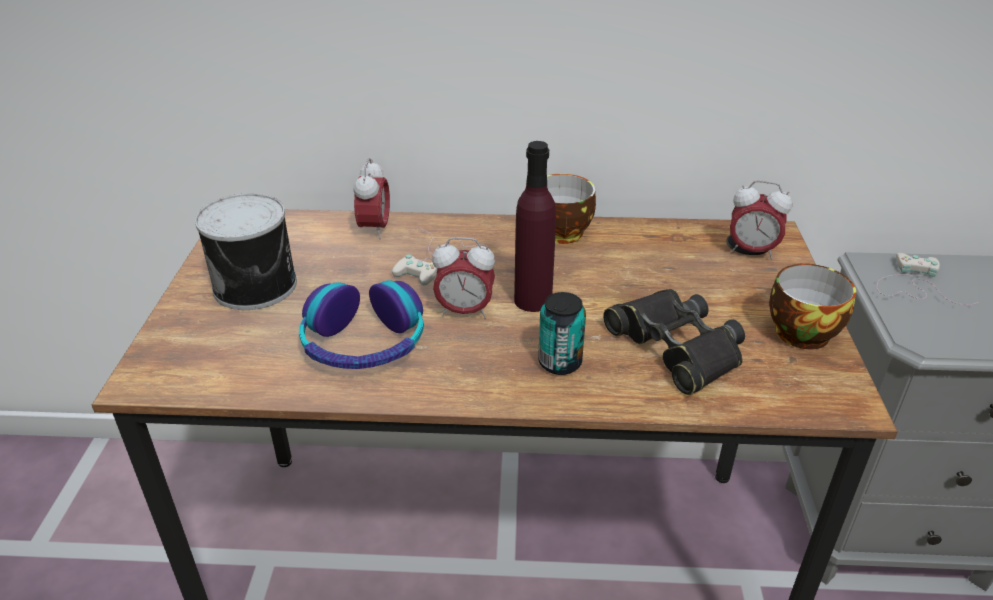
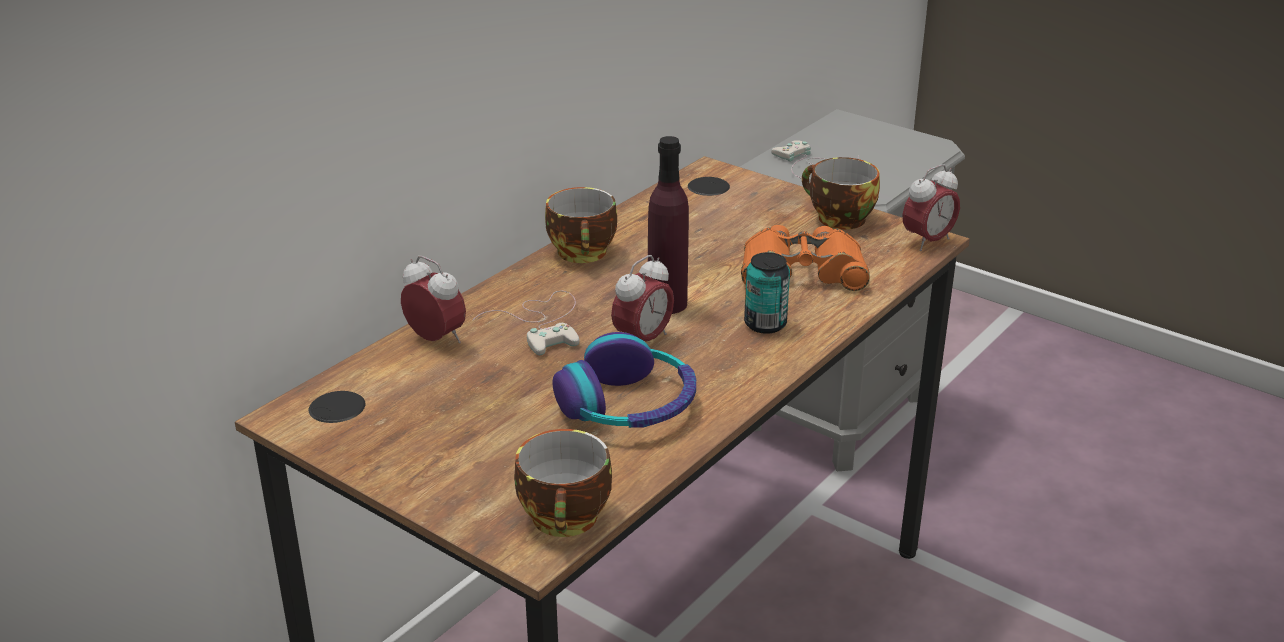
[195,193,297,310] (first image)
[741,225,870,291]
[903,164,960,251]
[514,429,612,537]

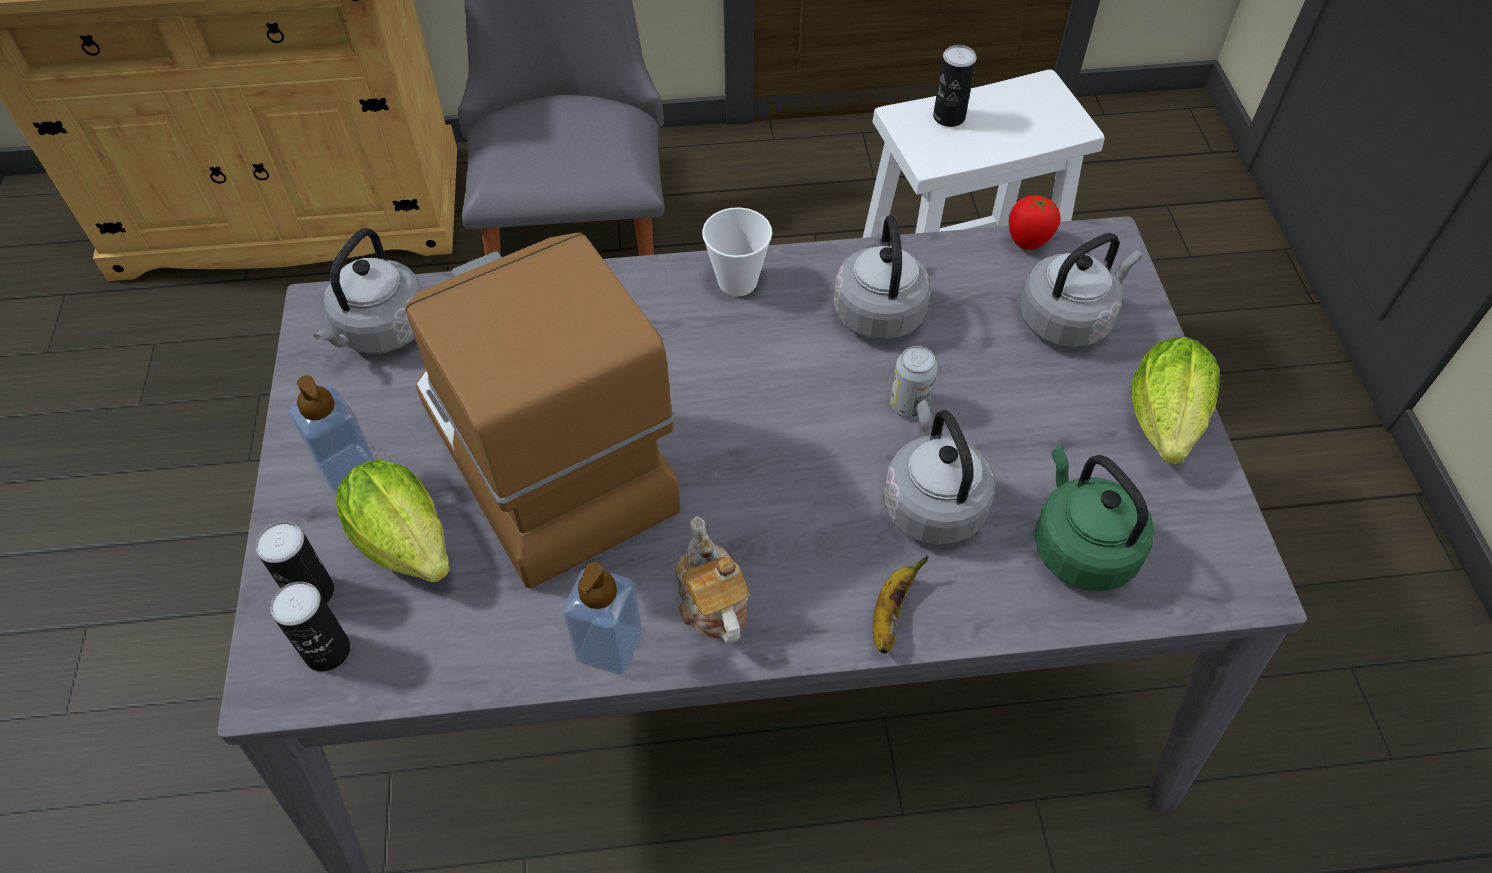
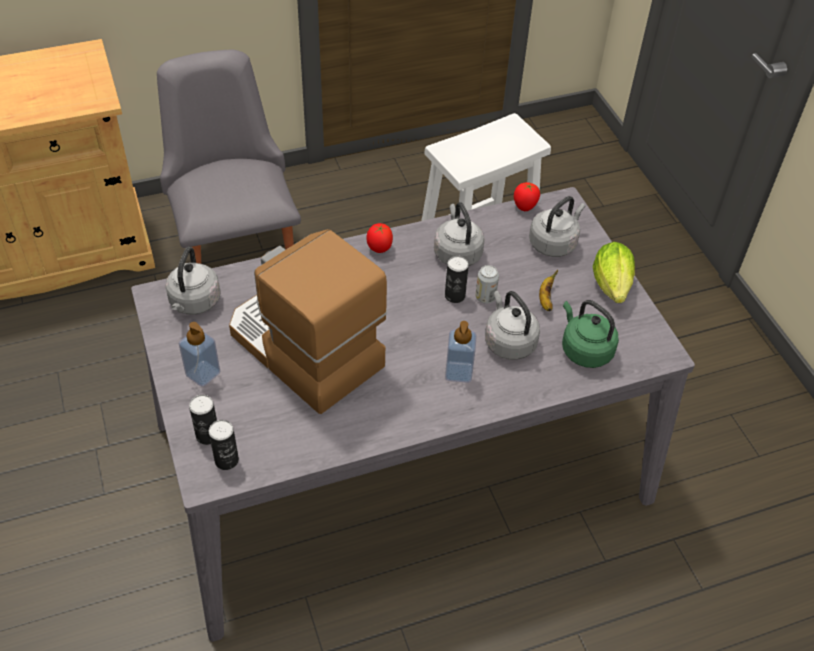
[336,460,450,582] (first image)
[445,321,477,383]
[676,516,749,643] (first image)
[367,223,393,253]
[539,270,558,311]
[445,256,469,303]

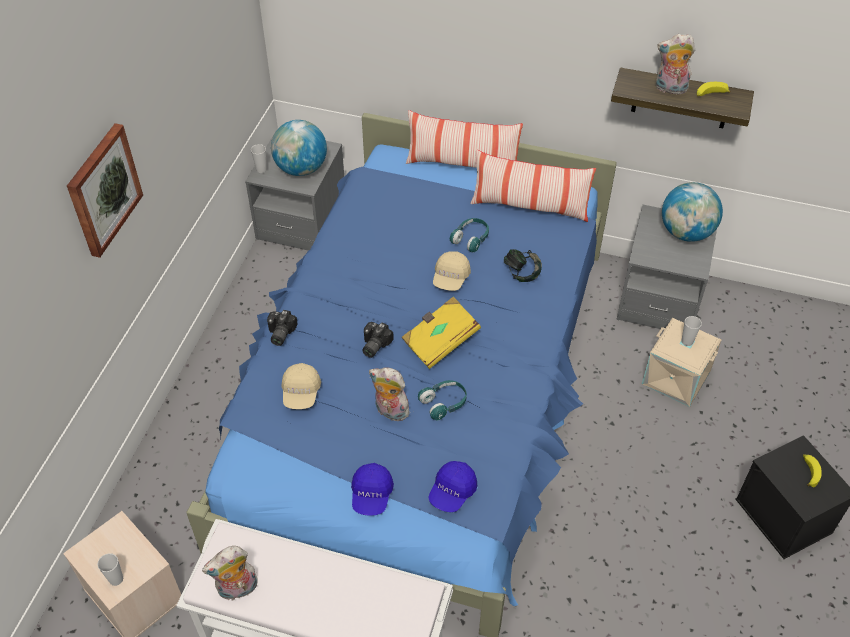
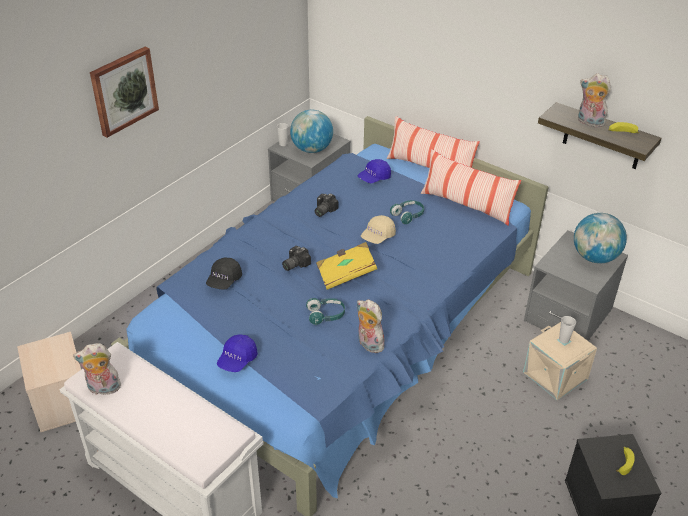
[97,553,123,586] (first image)
[315,193,339,217]
[206,257,242,290]
[357,299,384,353]
[357,159,391,183]
[504,249,542,282] (first image)

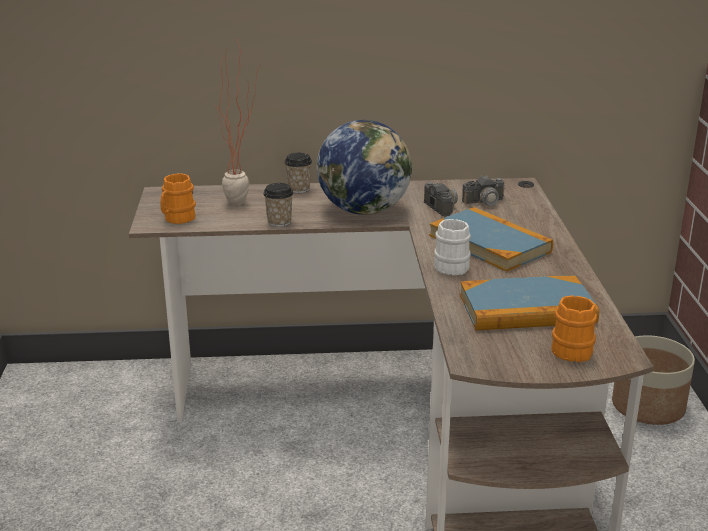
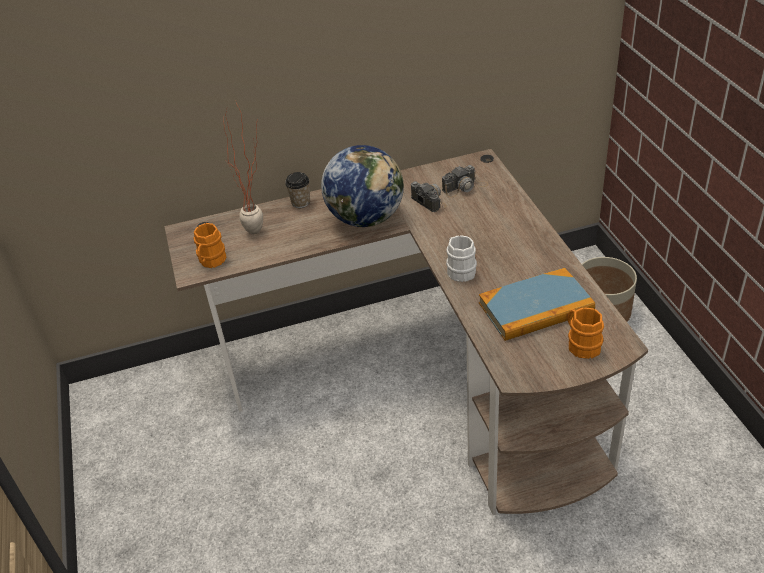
[263,183,293,227] (first image)
[429,207,553,272] (first image)

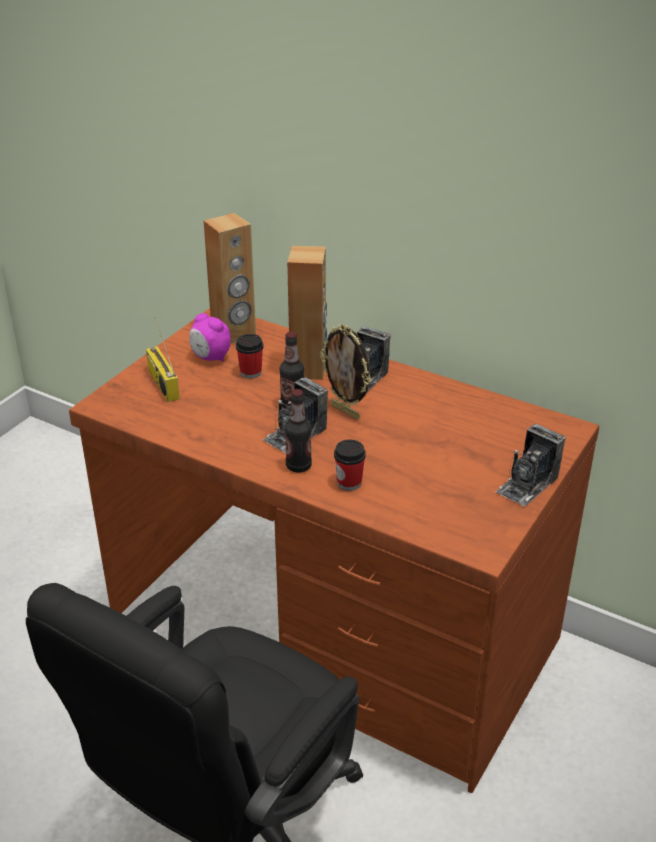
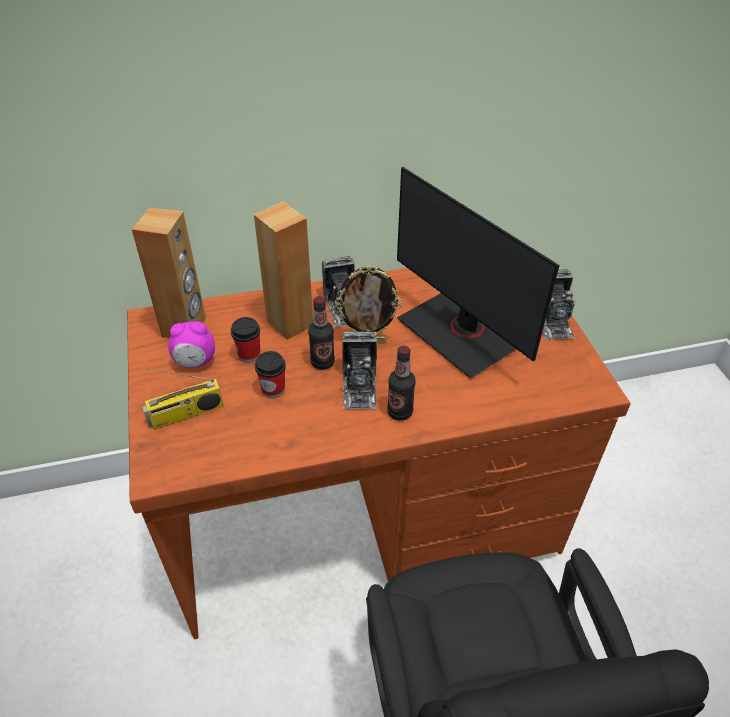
[142,368,224,429]
[255,351,286,398]
[397,167,560,378]

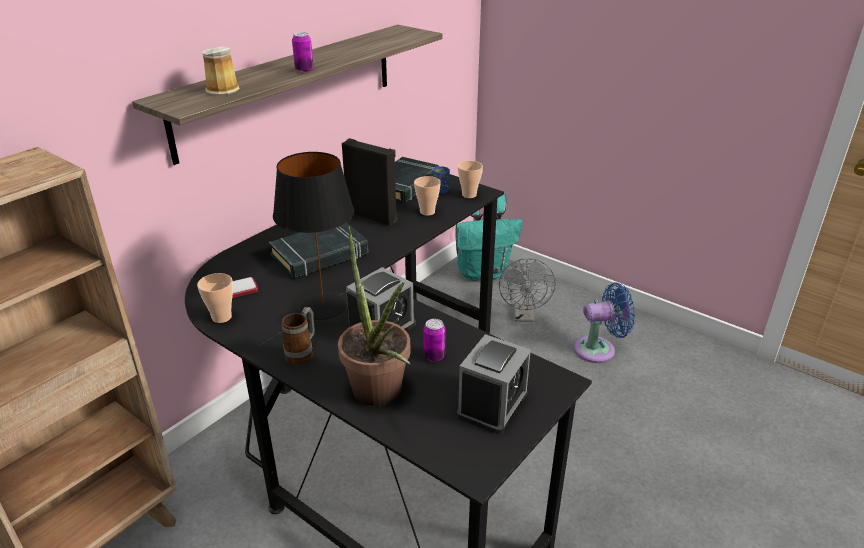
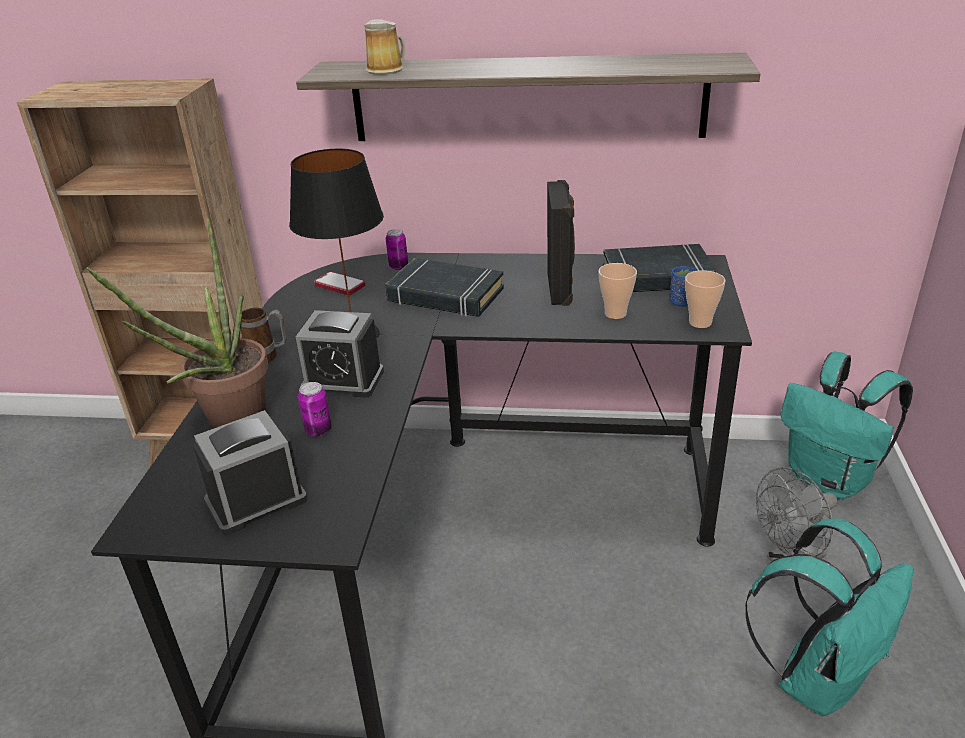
[197,273,233,323] (first image)
[386,229,408,270]
[193,410,307,535]
[745,518,914,716]

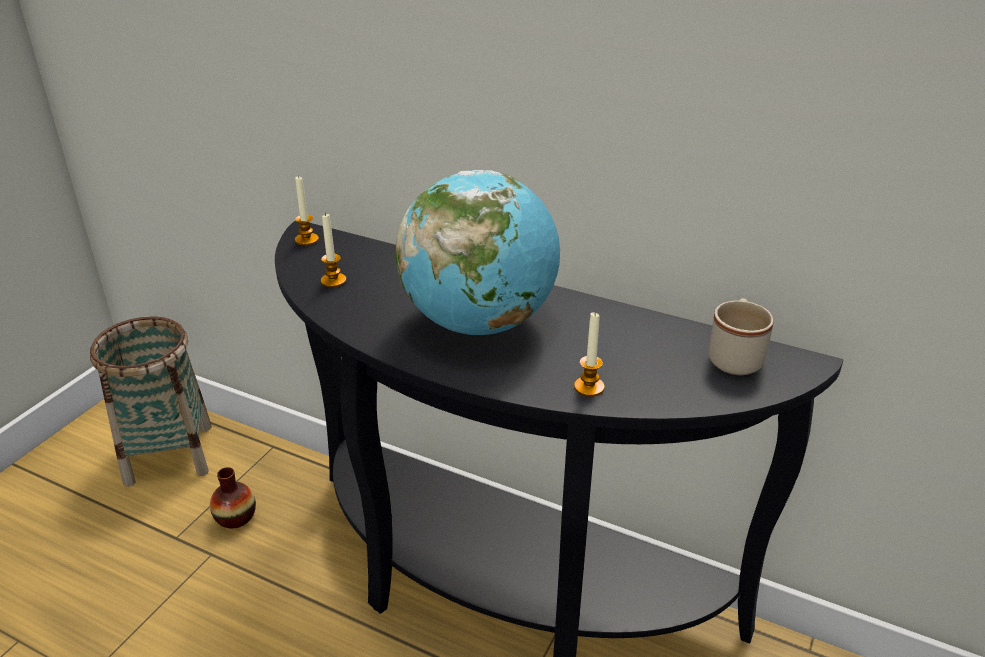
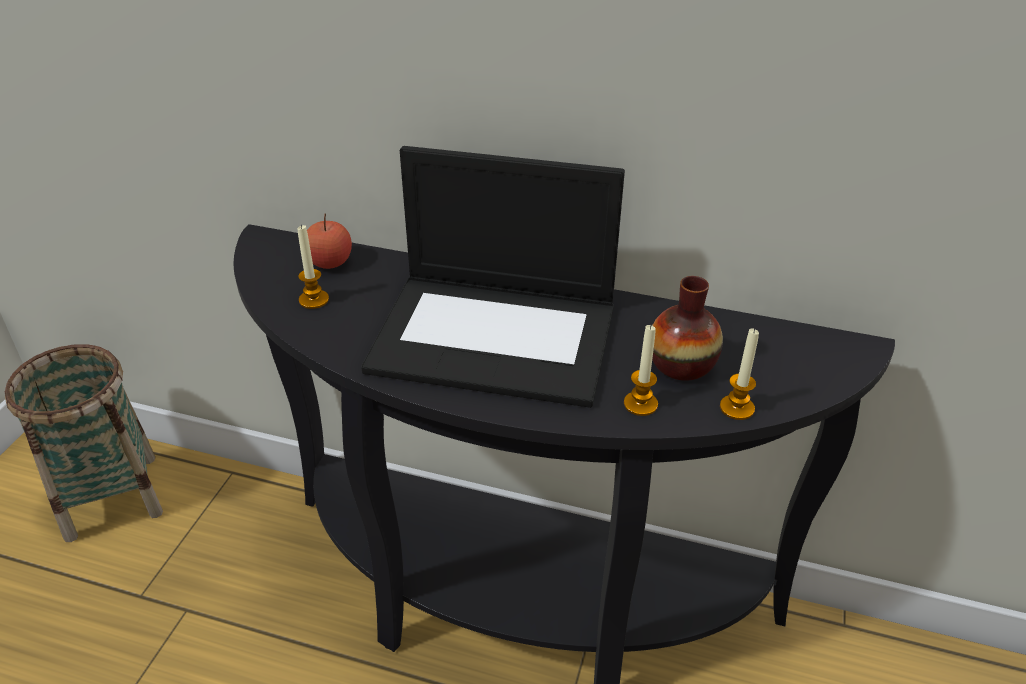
[652,276,723,381]
[720,328,759,420]
[361,146,625,408]
[709,298,774,375] (first image)
[307,214,352,269]

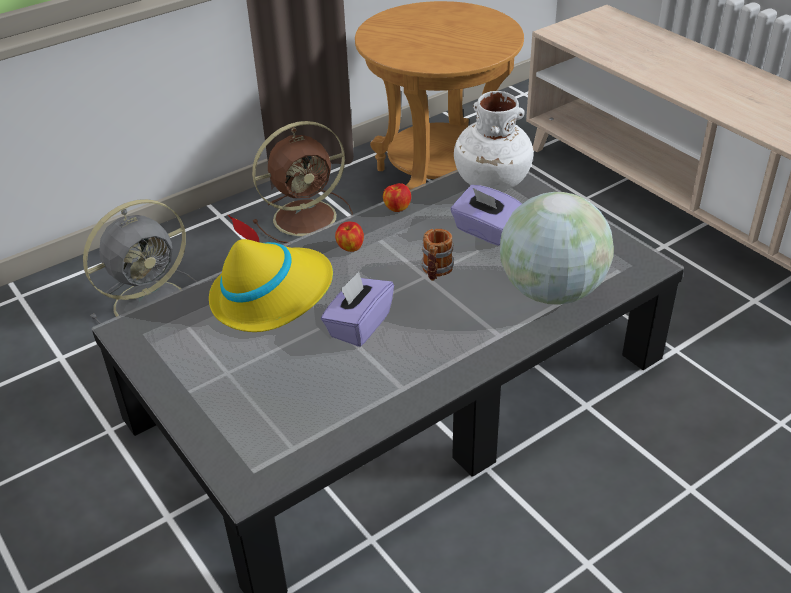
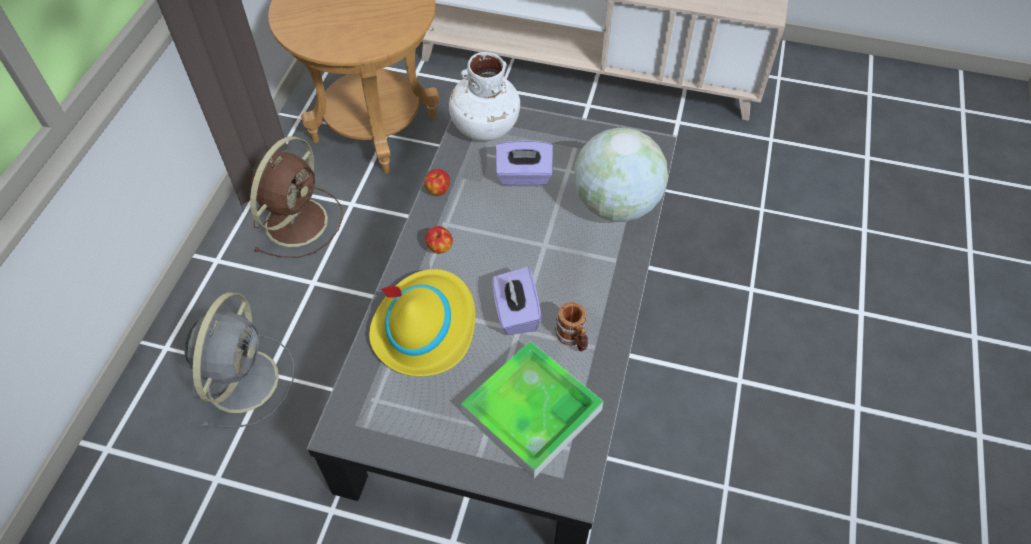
[554,302,588,351]
[461,341,604,478]

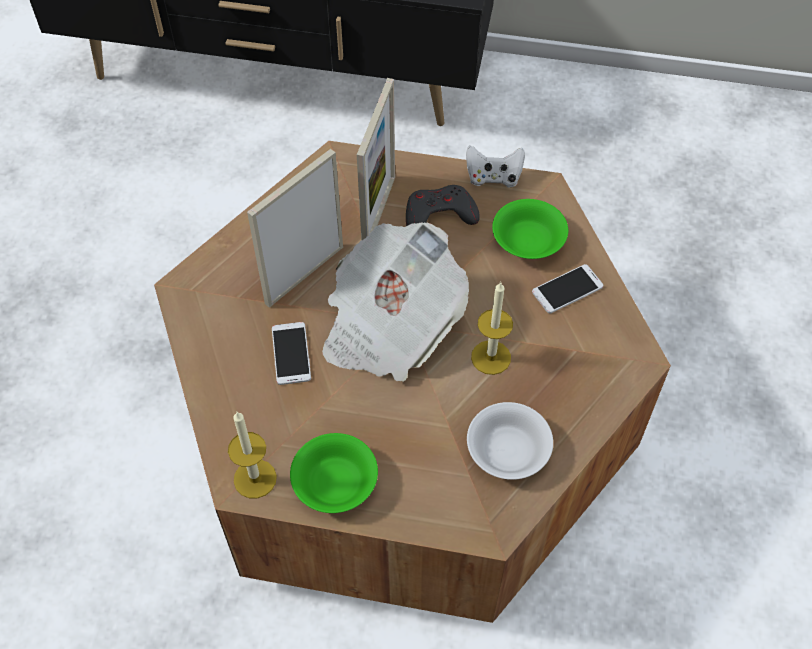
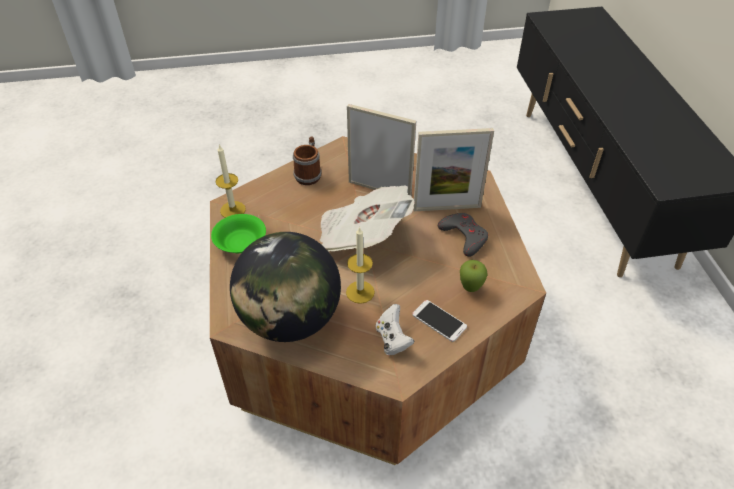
[272,322,311,385] (first image)
[376,304,414,356]
[230,232,341,342]
[460,260,487,292]
[293,137,322,185]

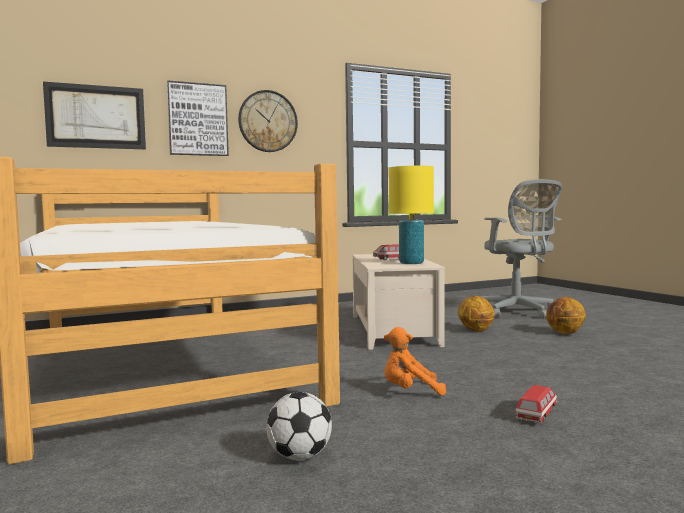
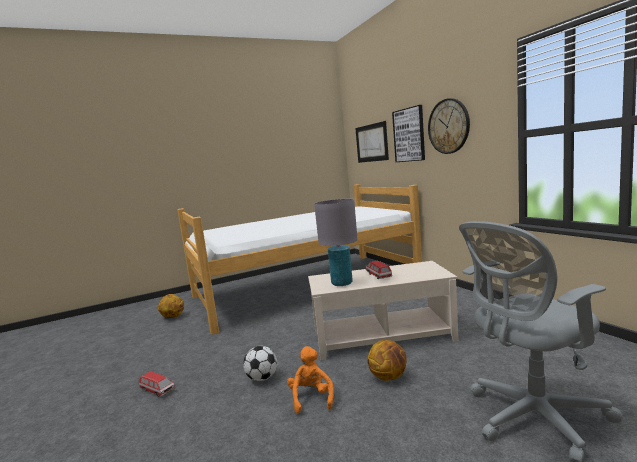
[243,346,277,381]
[287,346,334,413]
[314,199,358,286]
[158,294,184,318]

